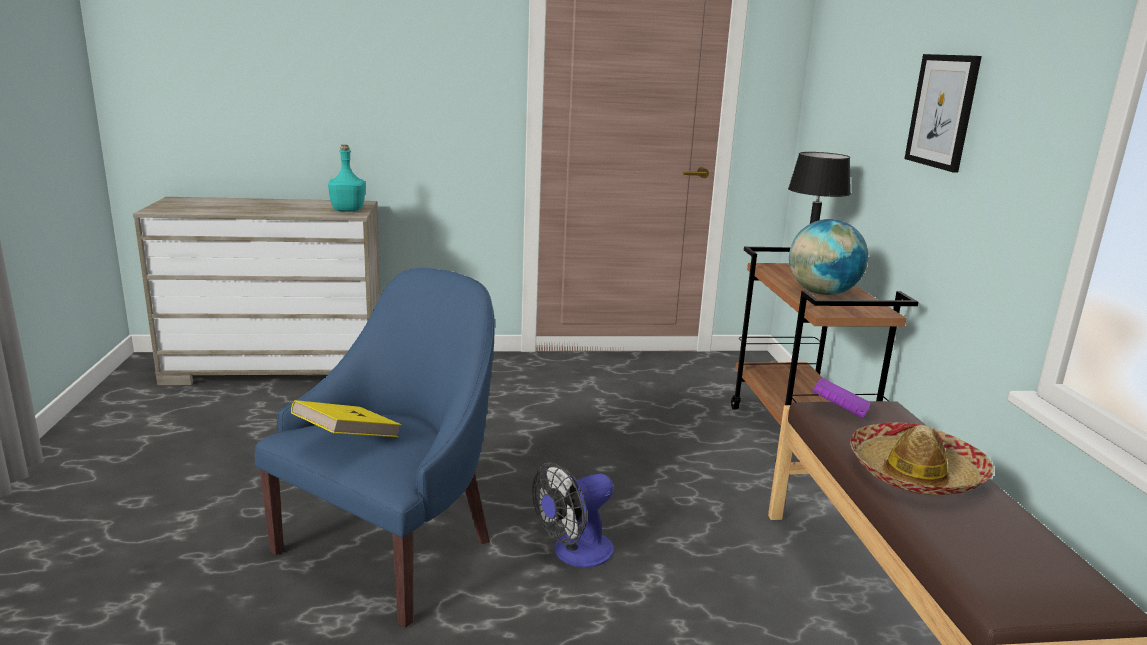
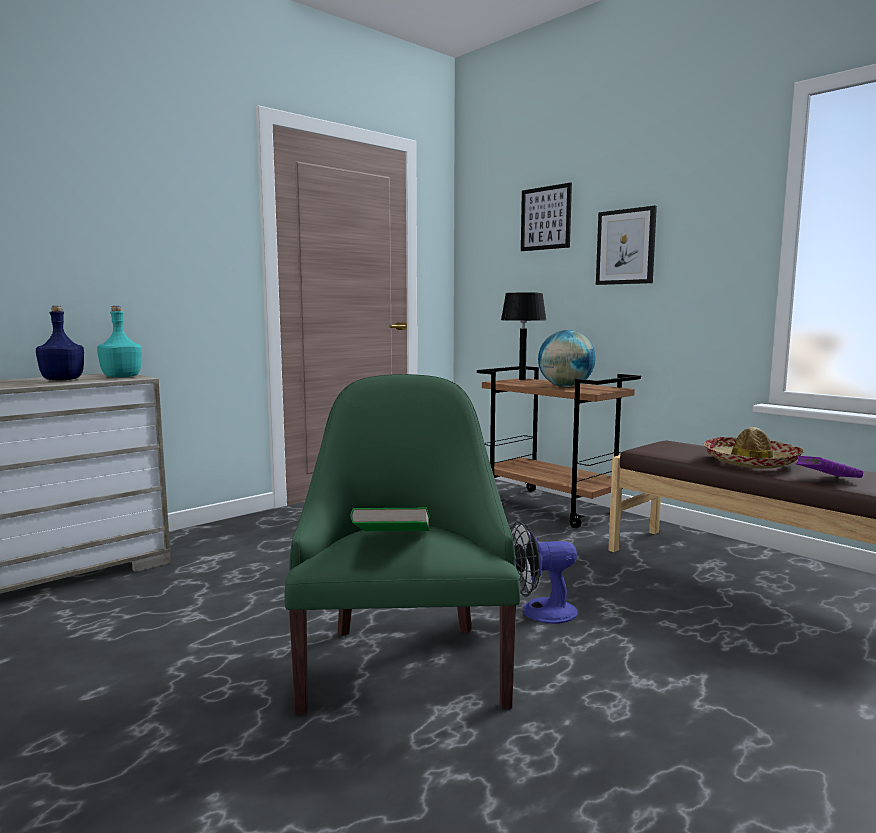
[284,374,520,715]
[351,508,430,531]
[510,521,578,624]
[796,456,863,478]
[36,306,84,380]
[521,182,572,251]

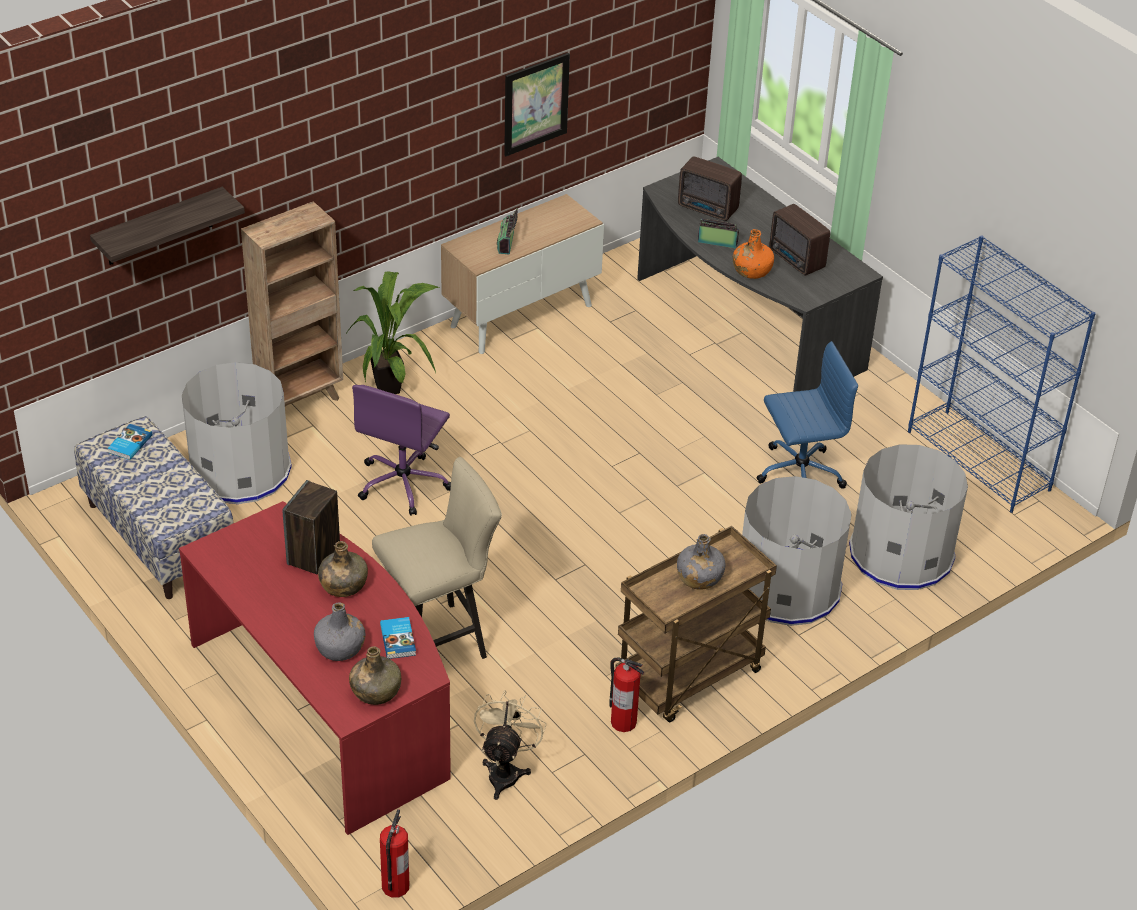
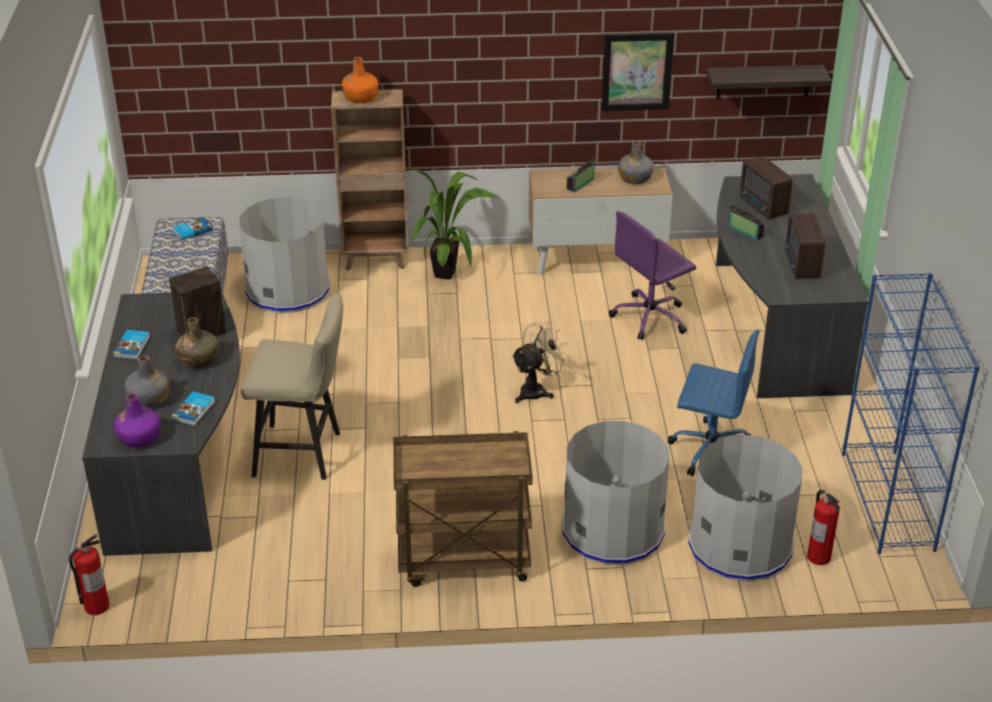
[706,65,832,98]
[82,291,240,556]
[114,393,161,447]
[609,211,696,340]
[511,321,571,403]
[807,490,840,565]
[618,141,654,184]
[342,57,379,103]
[113,330,150,360]

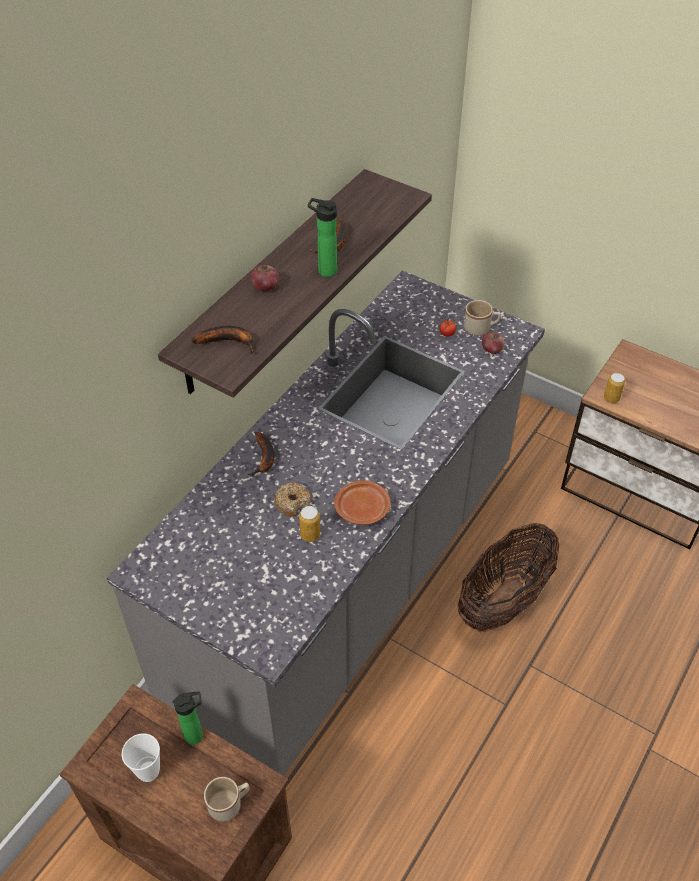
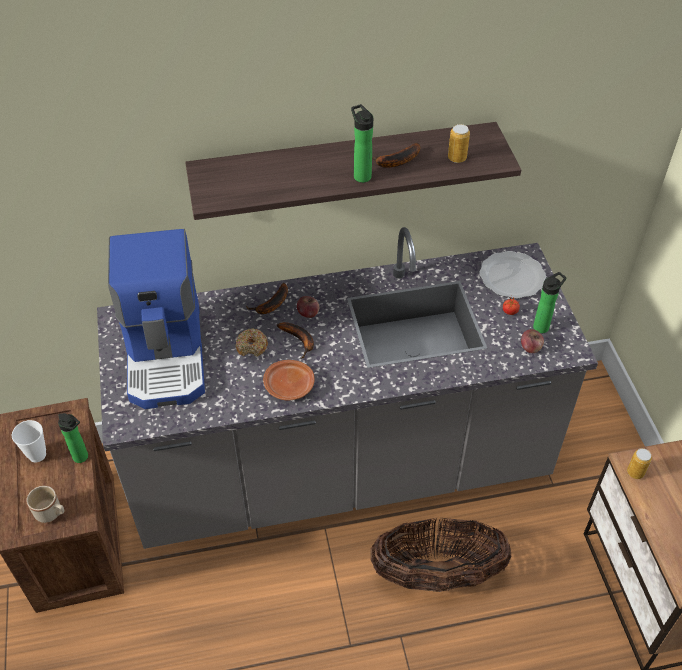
[277,322,314,359]
[297,296,319,318]
[448,124,470,163]
[533,272,566,333]
[108,229,205,409]
[479,251,546,299]

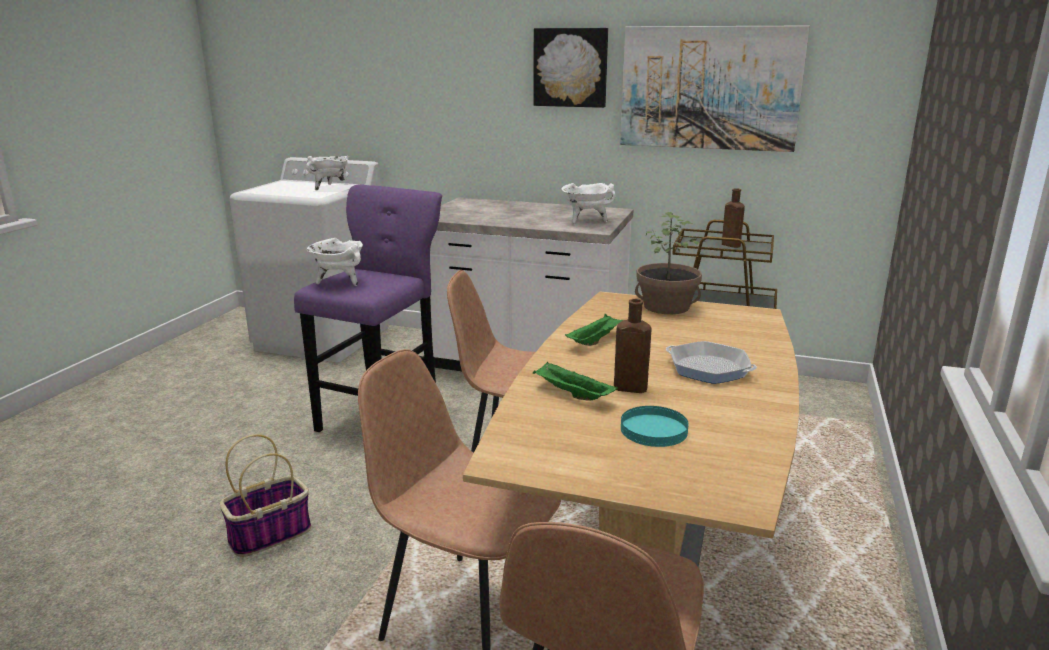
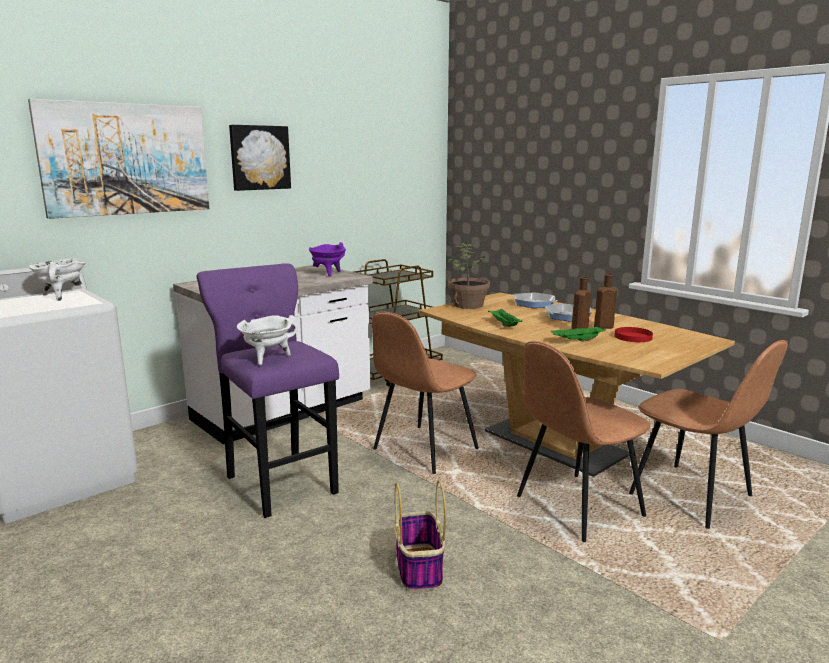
[309,242,346,277]
[28,99,209,219]
[614,327,653,342]
[594,274,617,329]
[513,293,557,308]

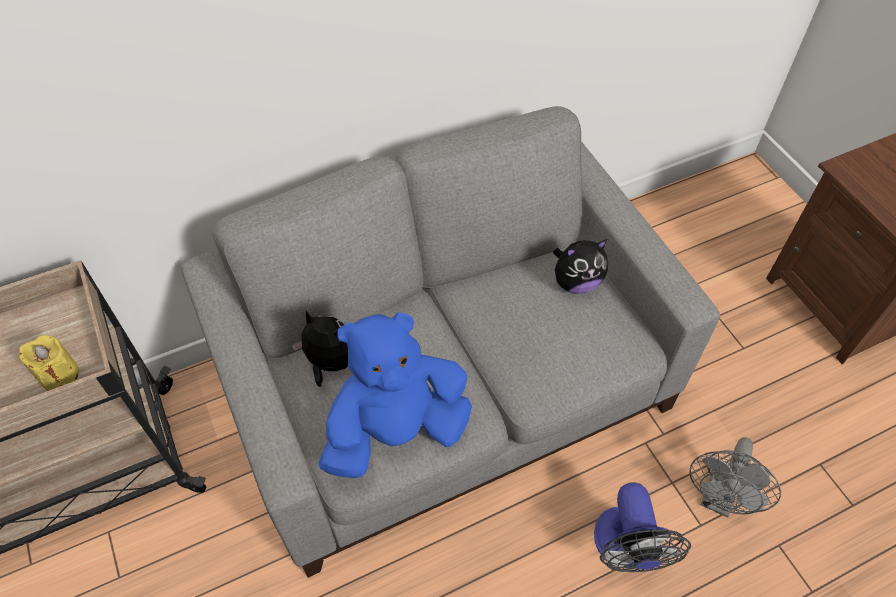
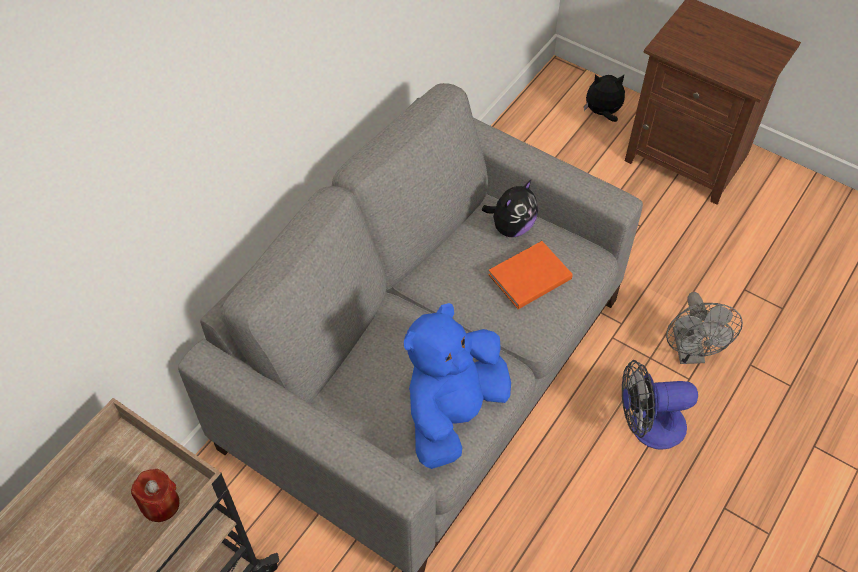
[131,469,179,522]
[584,74,625,122]
[622,360,698,450]
[488,241,573,309]

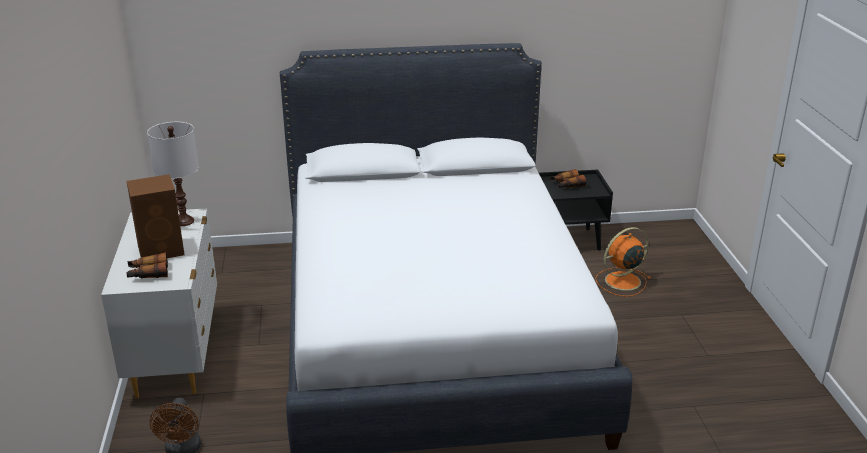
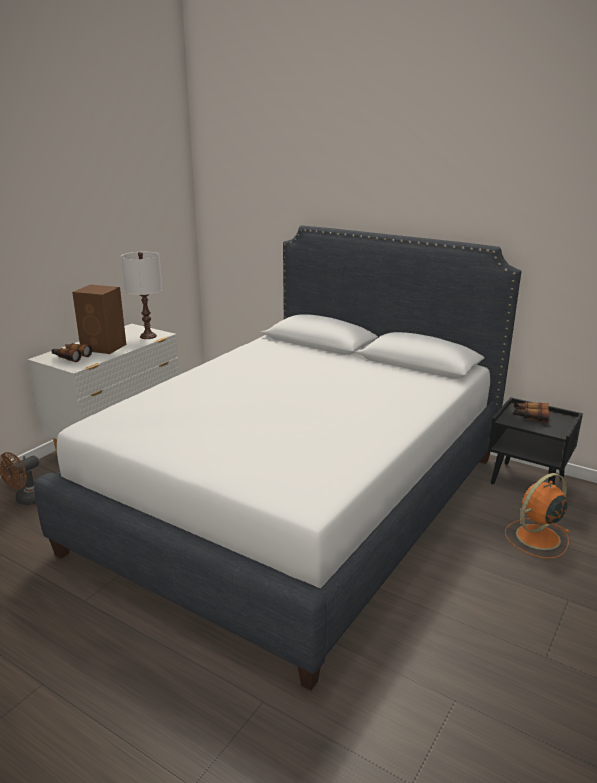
[505,473,570,559]

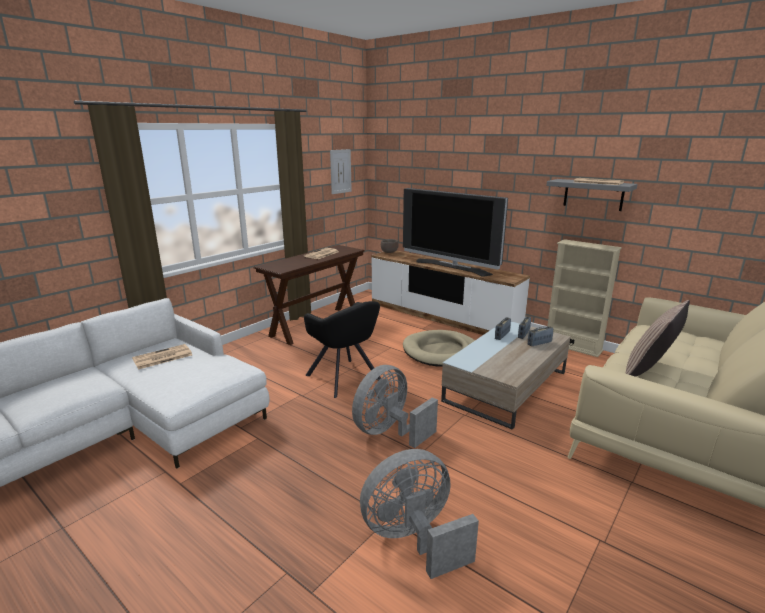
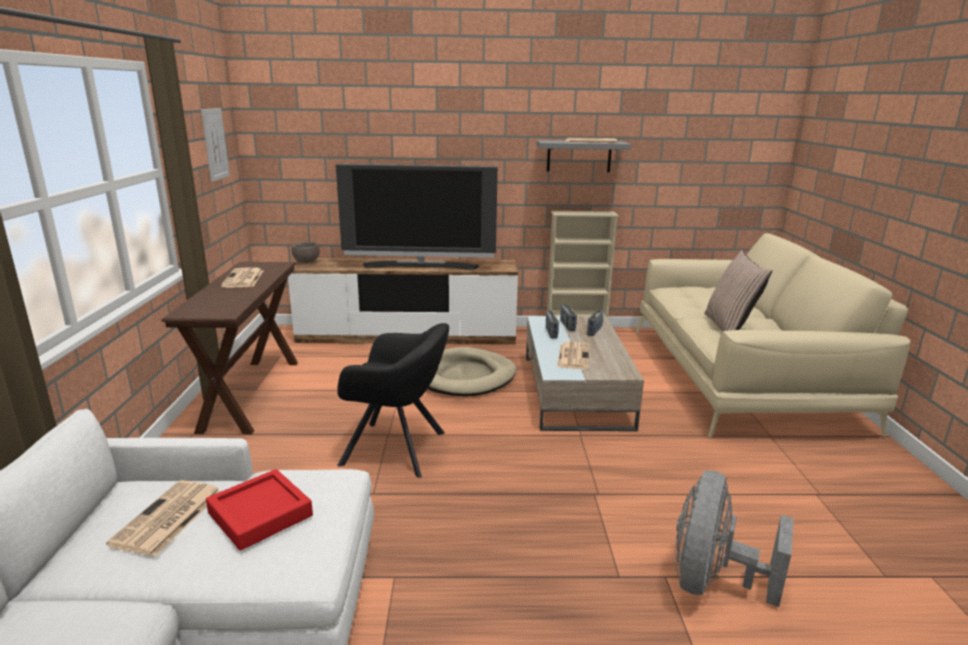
[352,365,438,448] (first image)
[206,469,313,551]
[557,342,590,369]

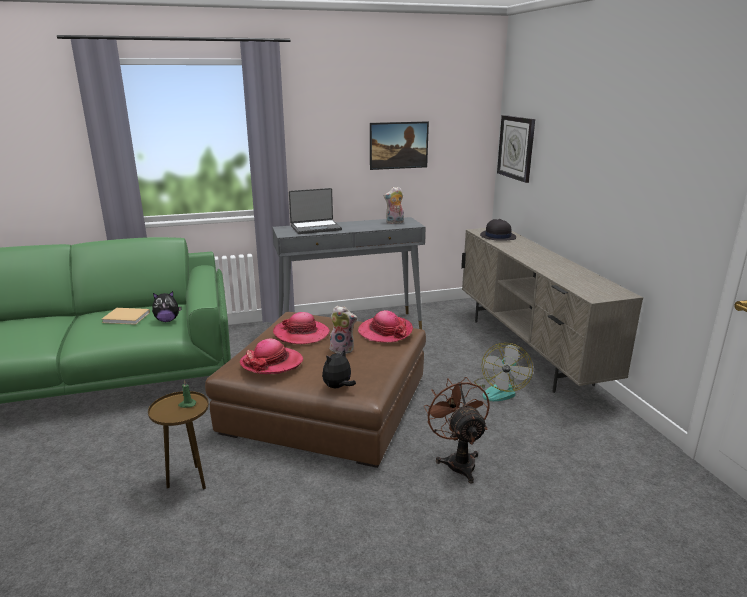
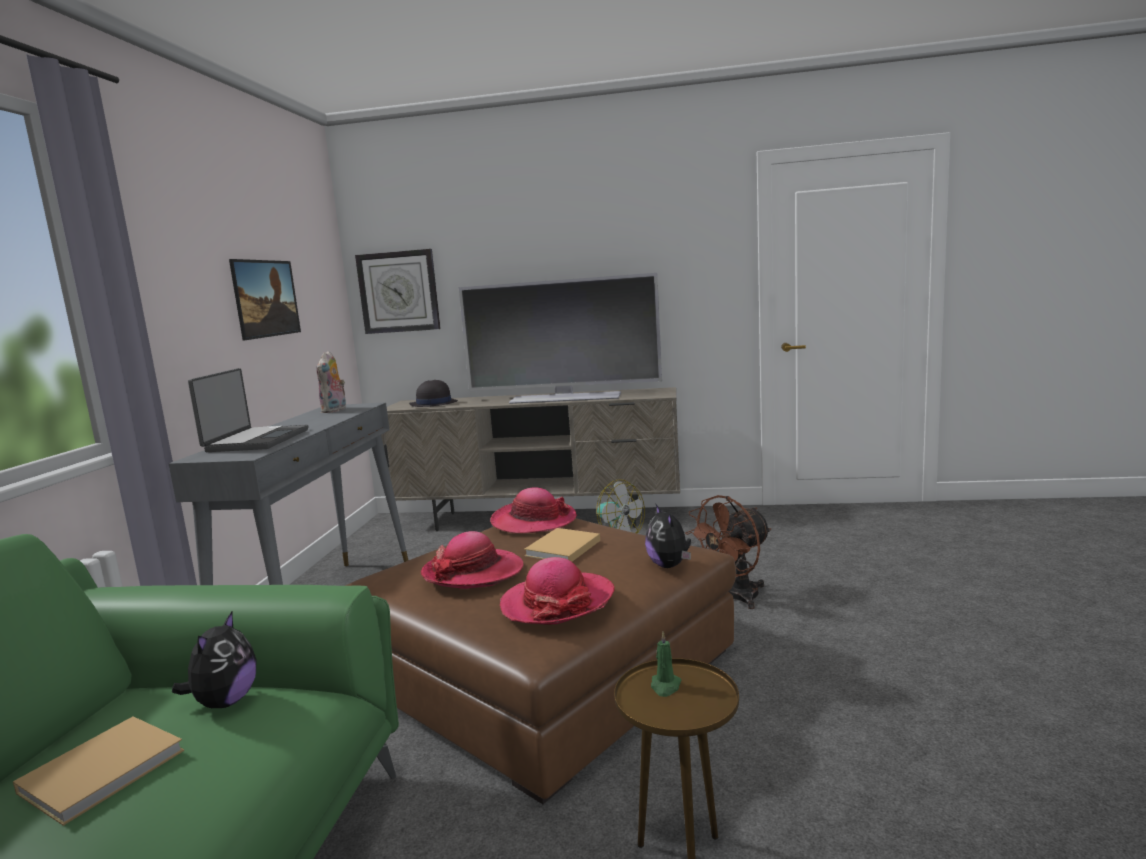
[524,528,600,562]
[685,495,771,609]
[459,273,662,404]

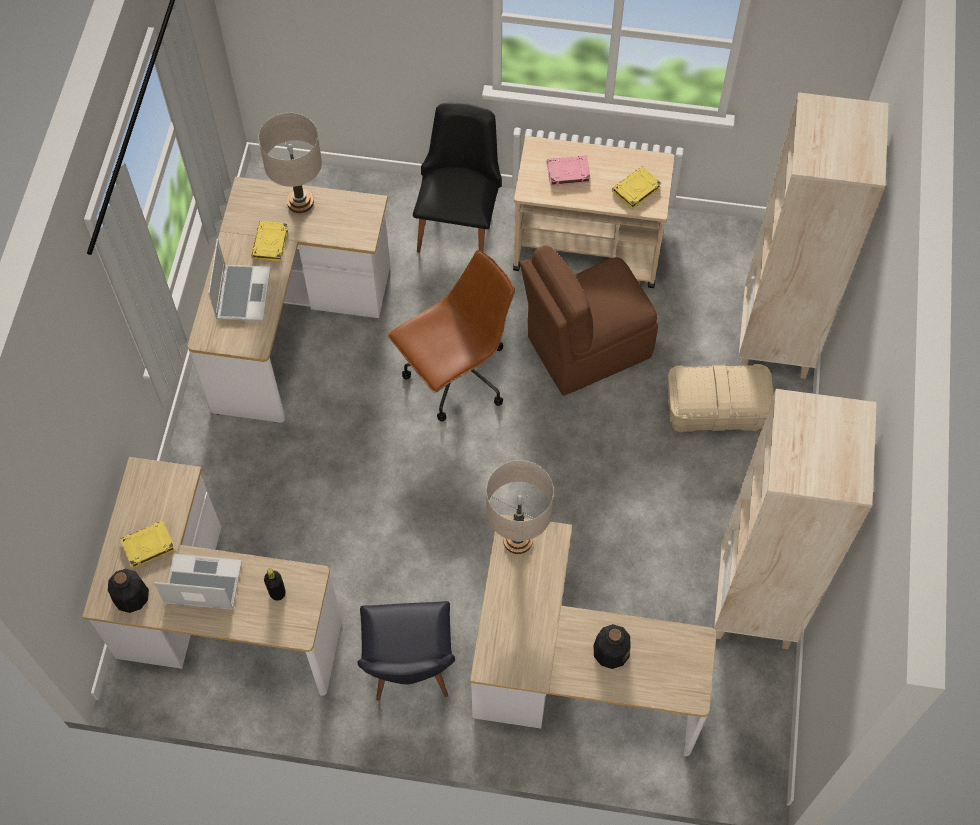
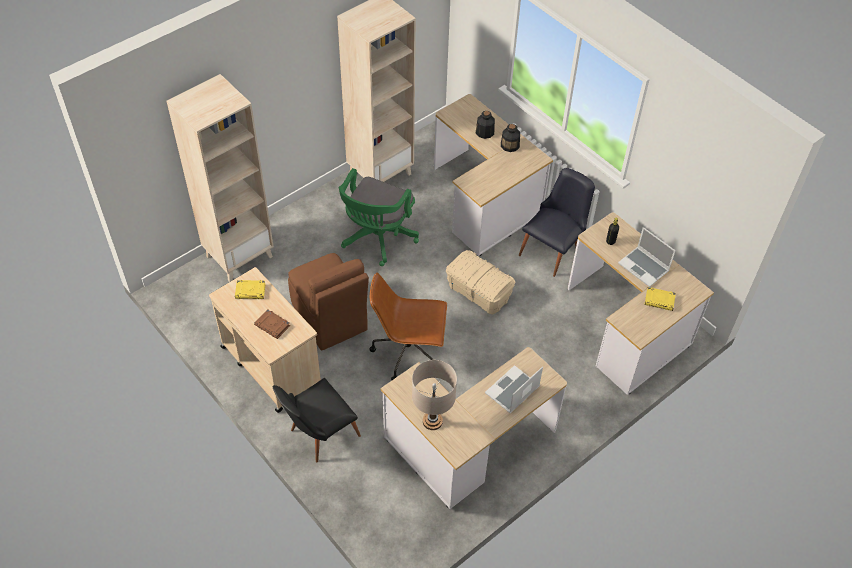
[501,124,520,152]
[251,221,289,262] (first image)
[486,460,554,554] (first image)
[288,253,369,351]
[254,309,290,339]
[446,250,515,315]
[339,168,419,266]

